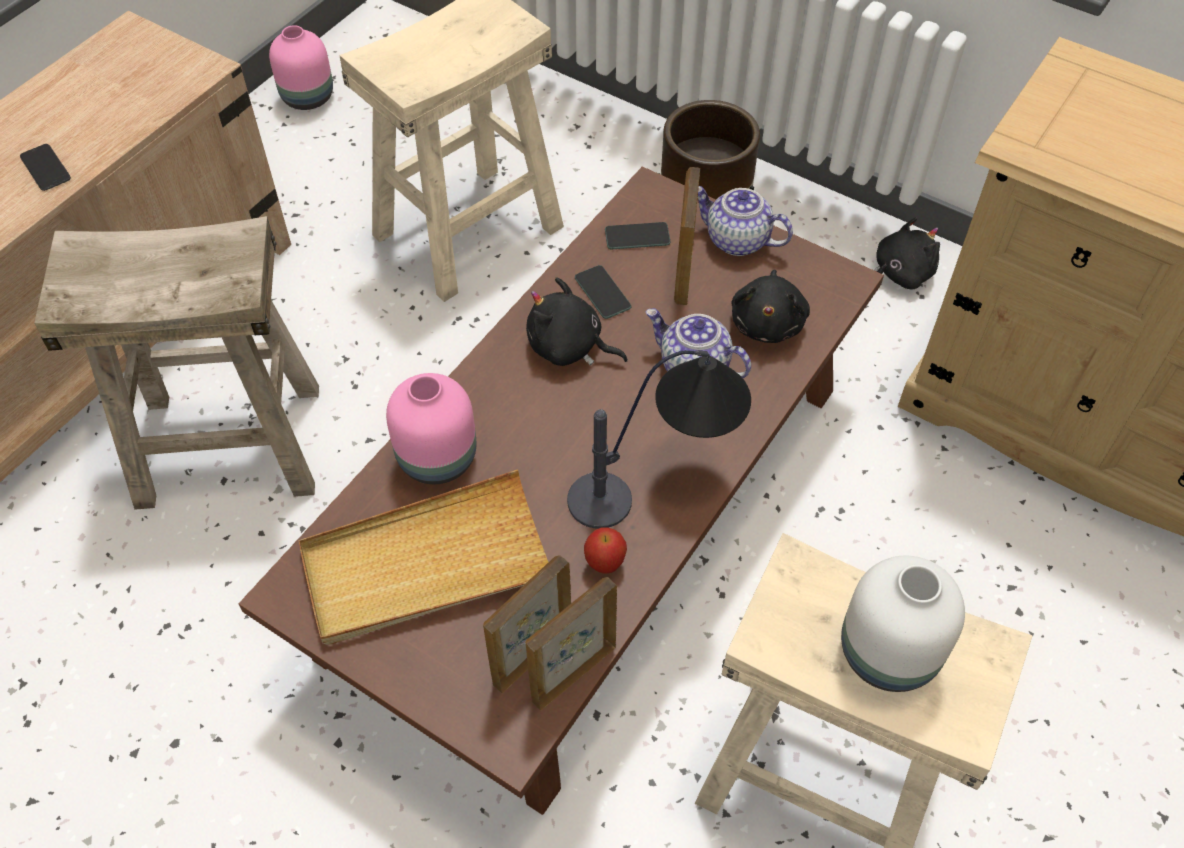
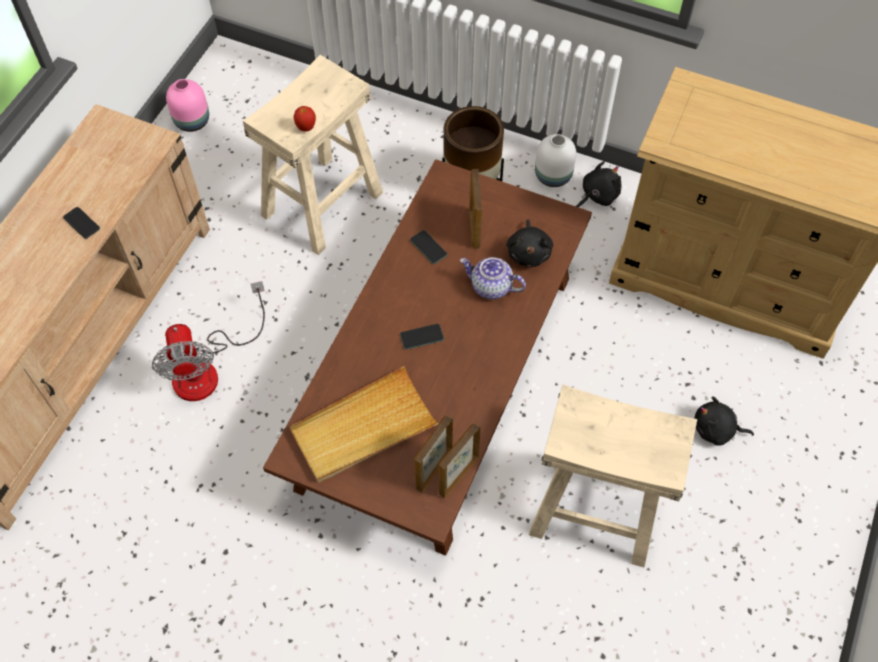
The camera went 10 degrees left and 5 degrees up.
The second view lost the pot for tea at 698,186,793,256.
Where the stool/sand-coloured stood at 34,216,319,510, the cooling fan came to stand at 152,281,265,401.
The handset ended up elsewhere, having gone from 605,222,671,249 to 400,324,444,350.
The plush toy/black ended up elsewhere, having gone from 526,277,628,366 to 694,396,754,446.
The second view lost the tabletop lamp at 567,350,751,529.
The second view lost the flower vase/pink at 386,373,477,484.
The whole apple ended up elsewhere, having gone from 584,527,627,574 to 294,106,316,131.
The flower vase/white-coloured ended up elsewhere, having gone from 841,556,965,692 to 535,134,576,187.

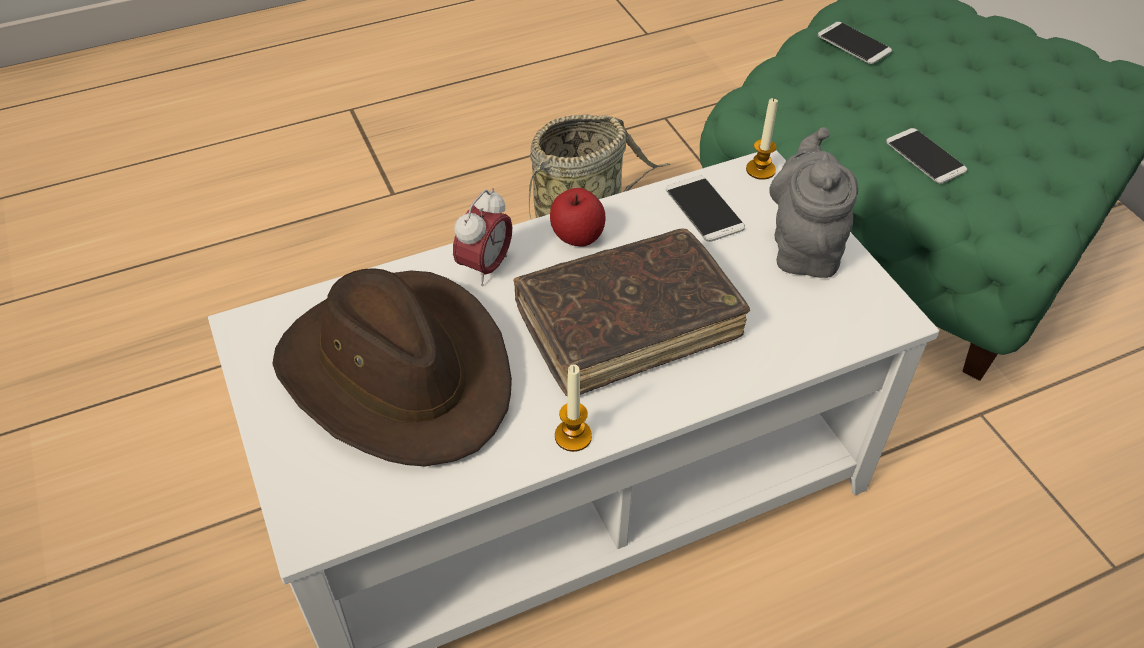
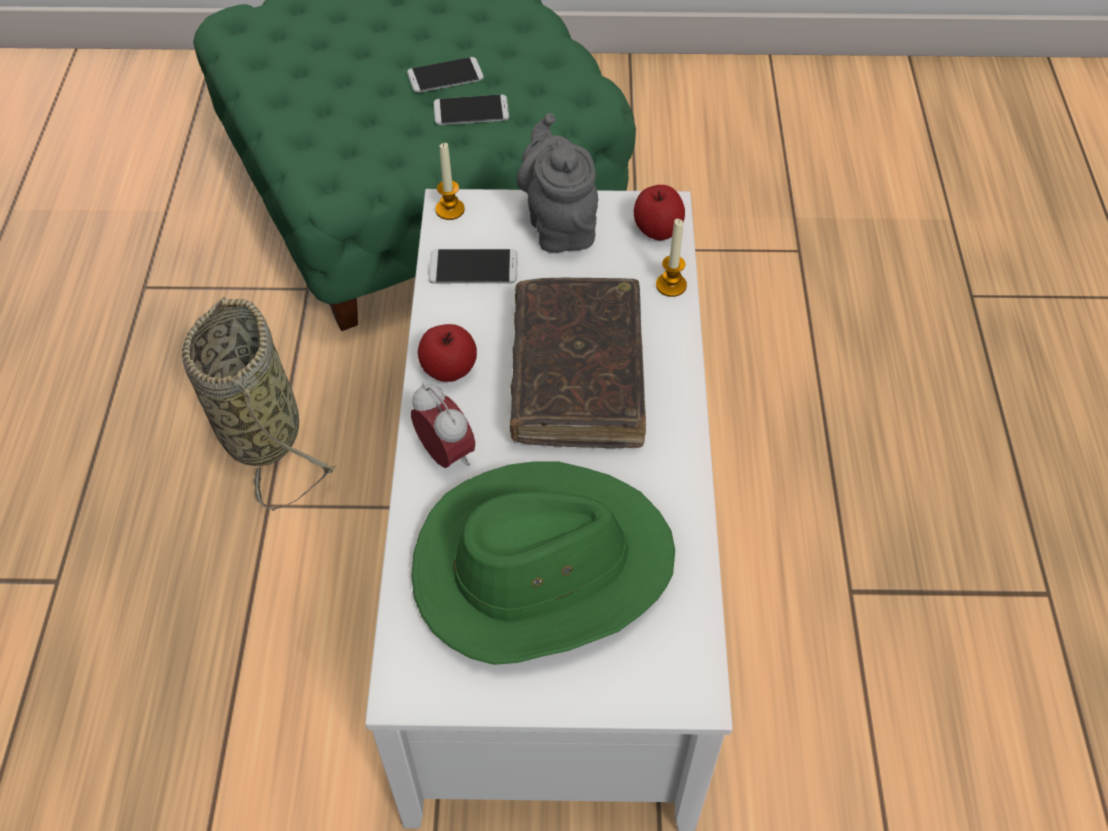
The camera went 65 degrees left and 5 degrees up.
The handset ended up elsewhere, having gone from 818,22,892,64 to 407,57,484,93.
The pot for tea/gray at 769,127,858,278 ended up facing another way, 45 degrees clockwise from before.
What was the clothing hat/brown-coloured at 272,268,512,466 turned into the clothing hat/greenish at 412,461,675,665.
The candle ended up elsewhere, having gone from 555,364,592,452 to 656,219,687,297.
The second view gained the whole apple at 634,185,685,241.

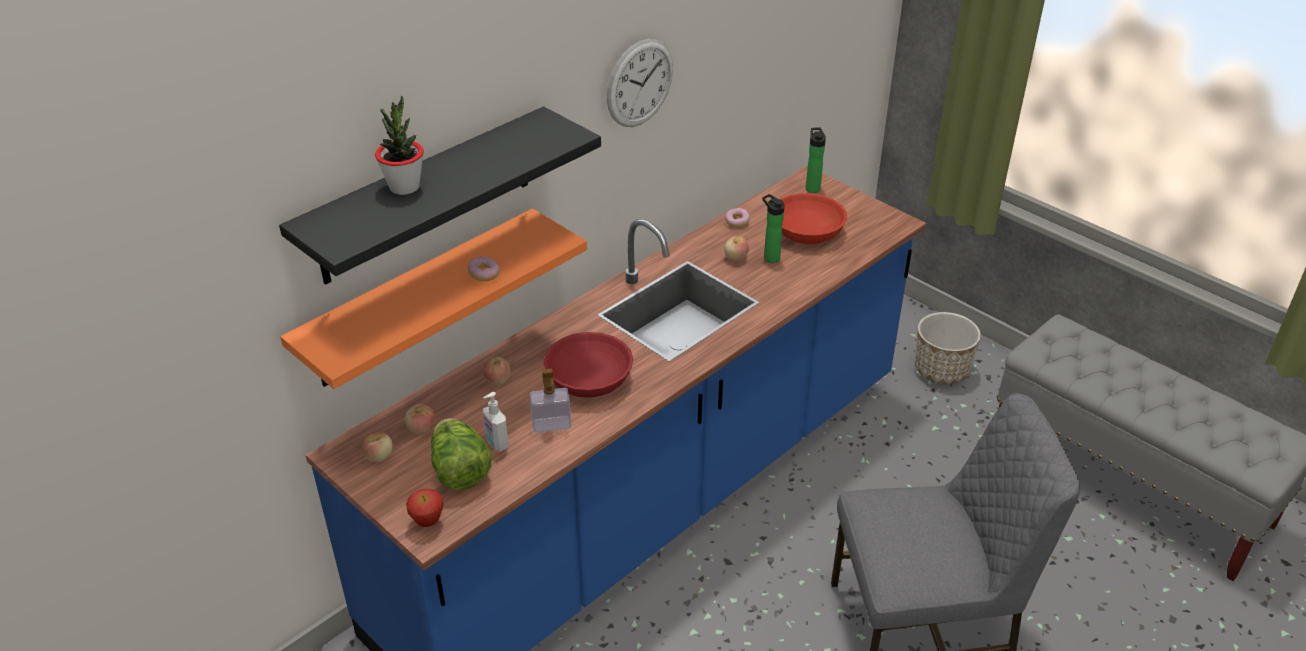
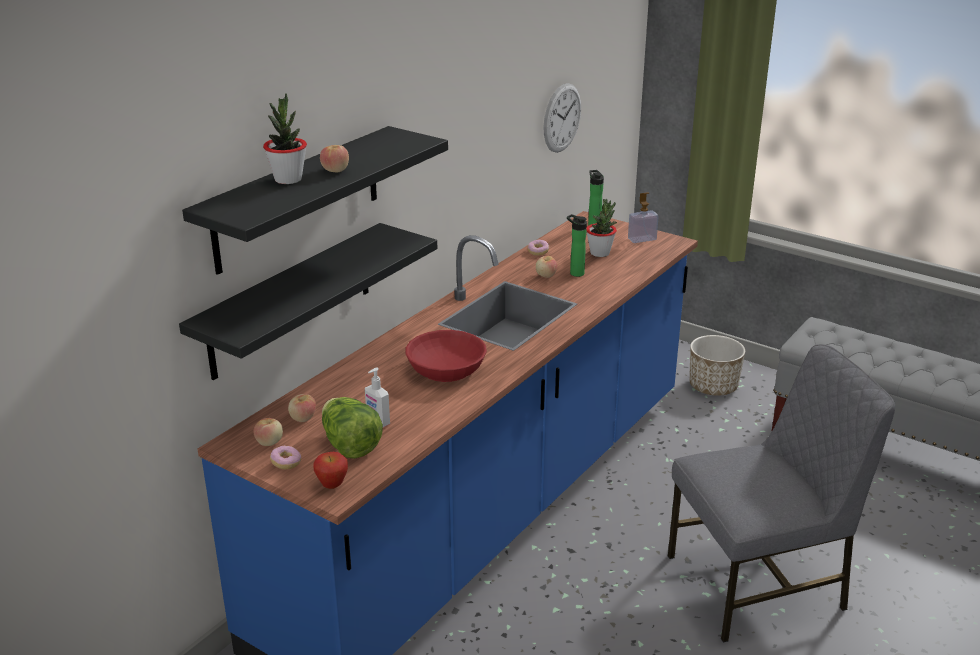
The camera went 10 degrees left and 10 degrees down.
The clock on the wall ended up elsewhere, having gone from 607,39,673,127 to 543,83,581,153.
Where the bowl/red-coloured stood at 781,193,847,245, the houseplant came to stand at 586,199,617,257.
What was the bracket shelf/orange-coloured at 280,208,587,389 turned into the bracket shelf/black at 179,223,437,380.
The doughnut ended up elsewhere, having gone from 468,256,500,281 to 270,446,301,470.
The whole apple ended up elsewhere, having gone from 482,357,510,385 to 320,145,349,172.
The soap bottle ended up elsewhere, having gone from 530,368,571,433 to 628,192,659,243.

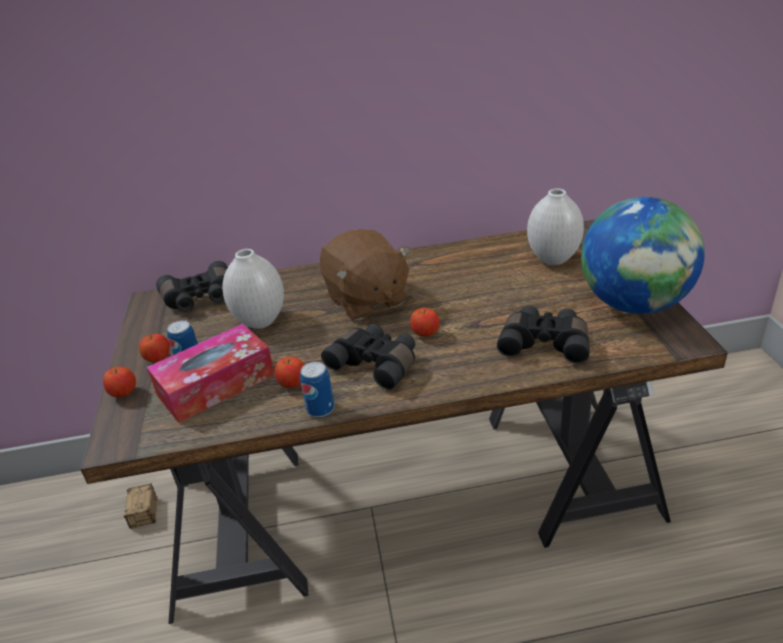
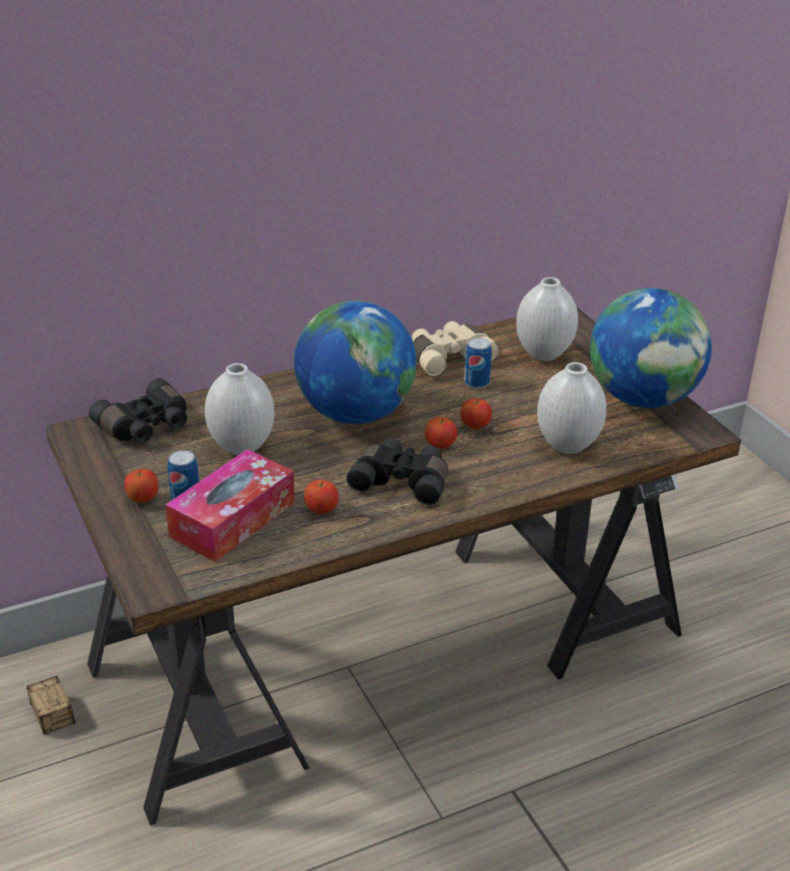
The camera went 20 degrees left and 0 degrees up.
Where the plush toy/brown-coloured stood at 320,229,411,321, the world globe came to stand at 294,301,416,424.
Where the pair of binoculars/black stood at 497,305,590,364, the flower vase/white-coloured came to stand at 537,362,607,454.
The can ended up elsewhere, having gone from 300,362,335,417 to 464,338,492,389.
The whole apple ended up elsewhere, having gone from 103,366,136,397 to 460,398,492,429.
The second view gained the pair of binoculars/sand-coloured at 412,321,499,376.

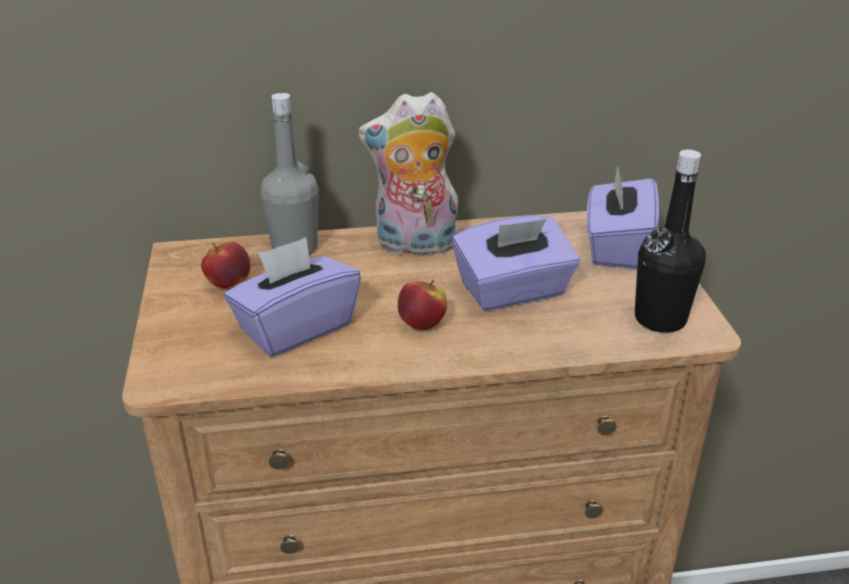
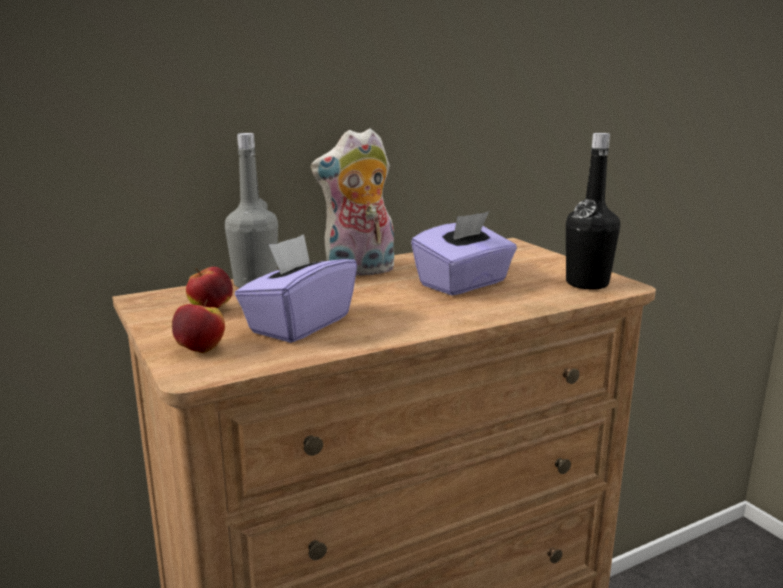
The camera went 20 degrees left and 15 degrees down.
The second view lost the tissue holder/purplish at 587,165,659,269.
The whole apple ended up elsewhere, having gone from 398,280,447,330 to 172,299,225,353.

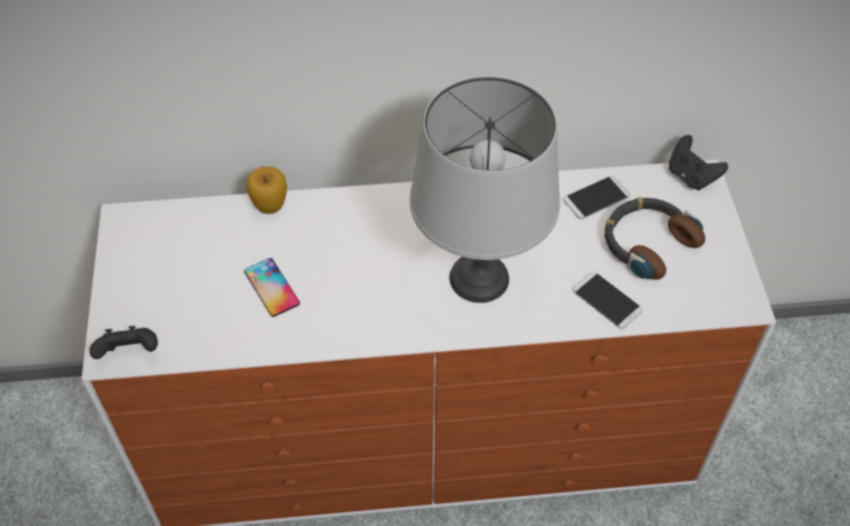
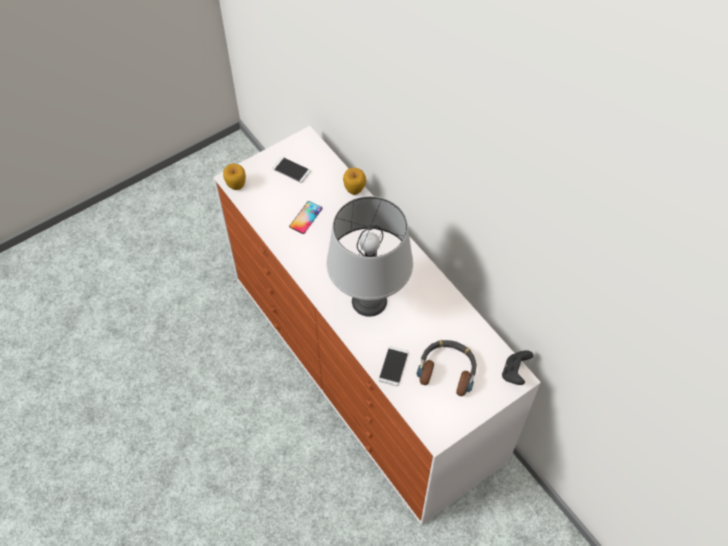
The camera went 60 degrees right and 5 degrees up.
The handset ended up elsewhere, having gone from 563,176,630,219 to 273,157,311,183.
Where the game controller/black stood at 89,326,158,359, the whole apple came to stand at 223,163,246,190.

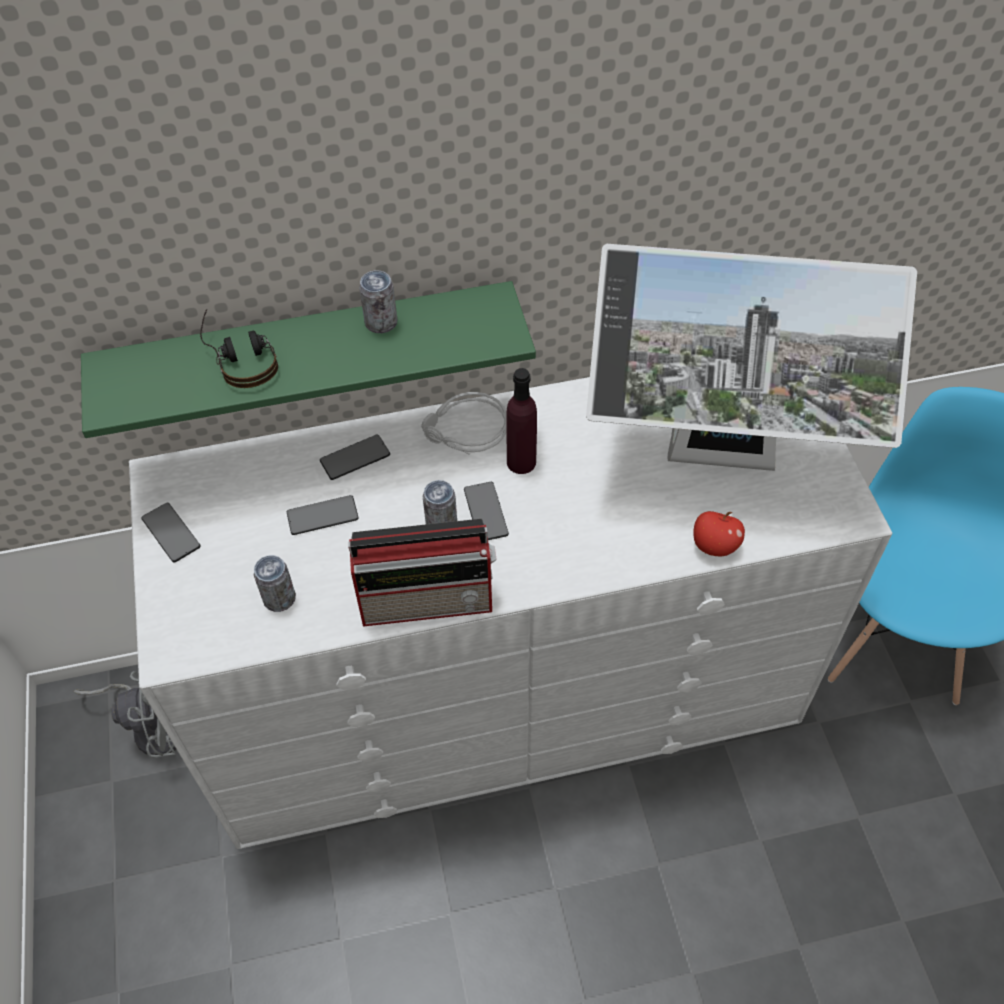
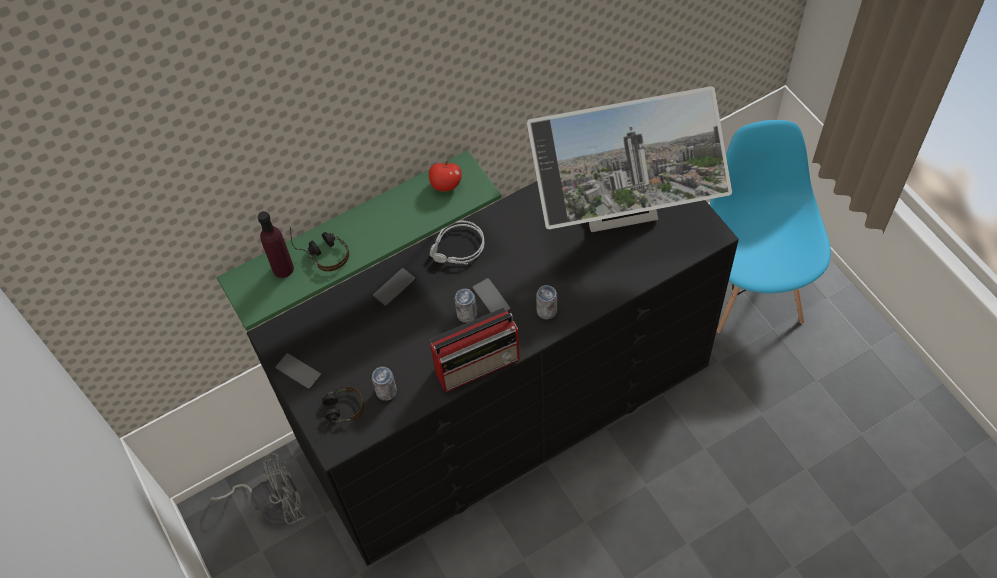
The camera went 15 degrees left and 5 degrees up.
The can ended up elsewhere, having gone from 359,270,397,333 to 536,285,557,320.
The drink bottle/purplish ended up elsewhere, having gone from 506,368,537,474 to 258,211,294,278.
What was the chest of drawers/white-coloured at 129,377,893,849 turned into the chest of drawers/black at 247,181,739,566.
The second view lost the handset at 287,495,359,535.
The whole apple ended up elsewhere, having gone from 694,511,745,556 to 429,160,462,191.
The second view gained the headphones at 301,386,364,430.

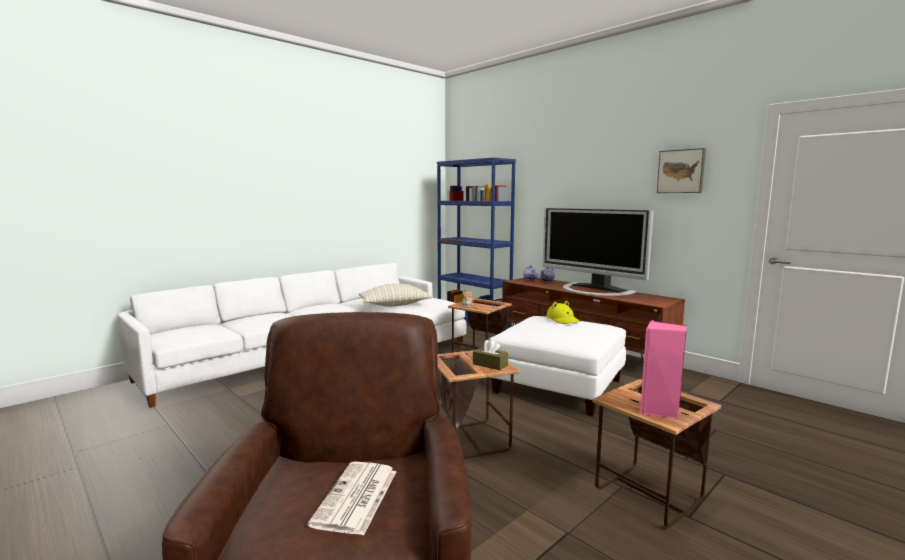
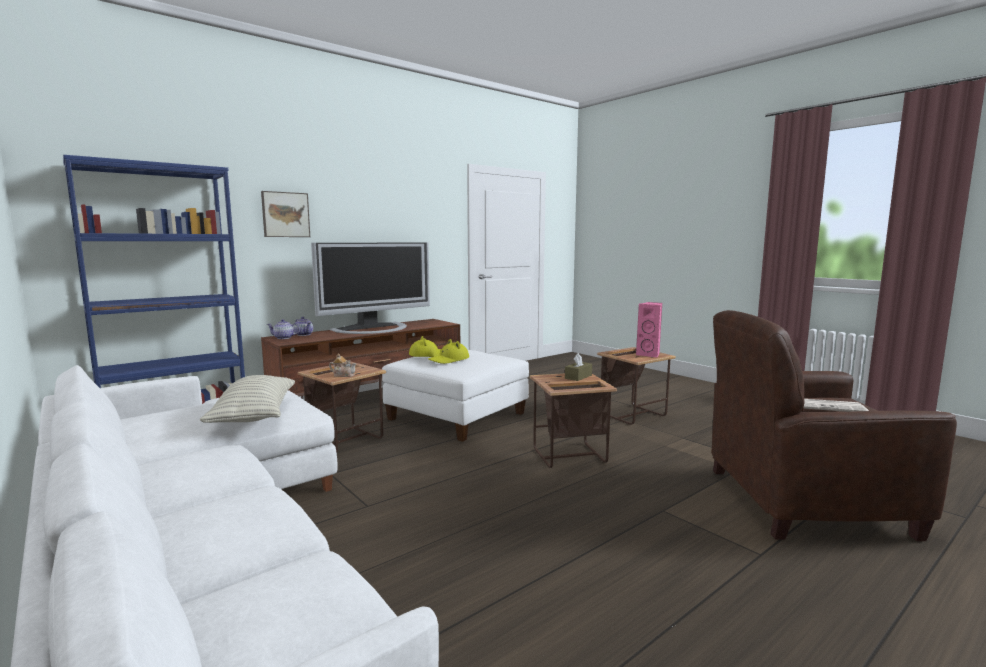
The camera went 85 degrees left and 0 degrees up.
The wall art ended up elsewhere, having gone from 657,148,706,193 to 261,191,310,237.
The second view gained the clothing hat/yellow-coloured at 428,339,469,364.

